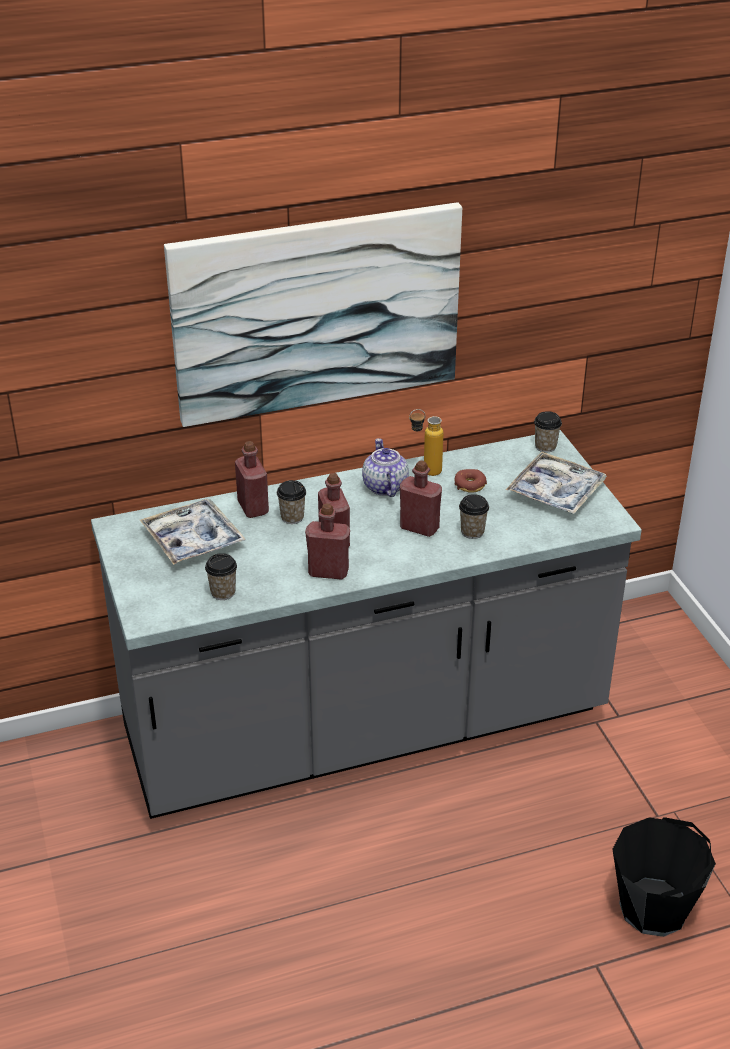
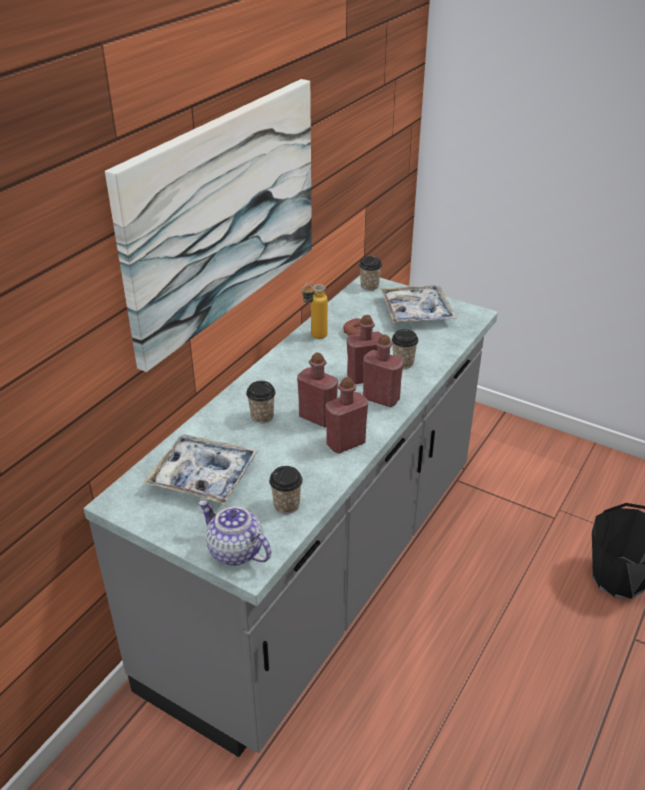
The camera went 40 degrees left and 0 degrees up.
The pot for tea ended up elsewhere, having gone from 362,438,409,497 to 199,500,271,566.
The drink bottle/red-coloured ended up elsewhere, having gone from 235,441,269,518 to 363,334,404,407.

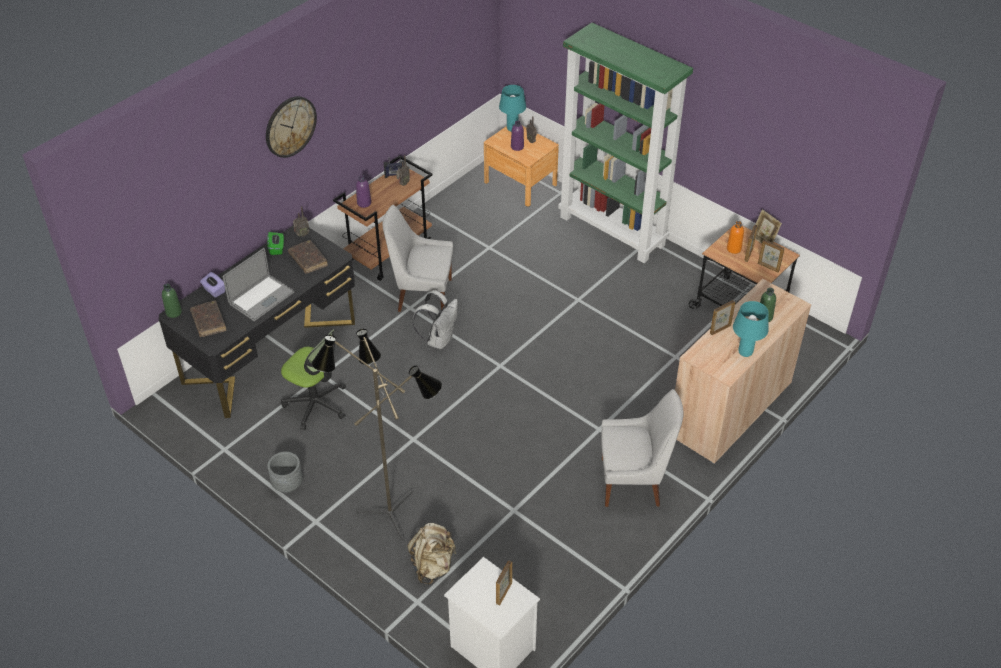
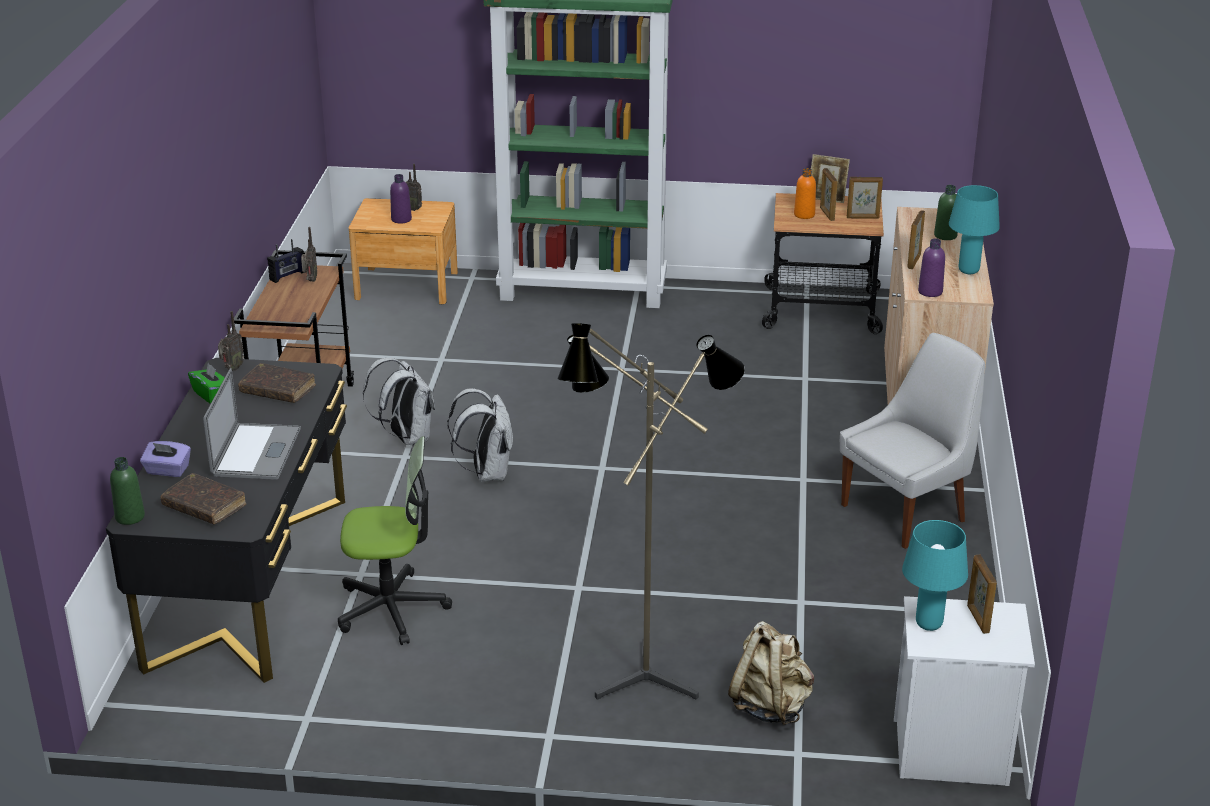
The camera went 35 degrees left and 15 degrees down.
The tabletop lamp/blue-green ended up elsewhere, having gone from 499,85,526,132 to 902,520,968,631.
The second view lost the clock on the wall at 266,96,317,158.
The drink bottle/purplish ended up elsewhere, having gone from 356,175,371,208 to 918,238,945,297.
Where the plain chair/white-coloured stood at 383,205,453,312, the rucksack/white-coloured came to stand at 363,358,435,445.
The second view lost the planter/gray at 267,452,303,493.

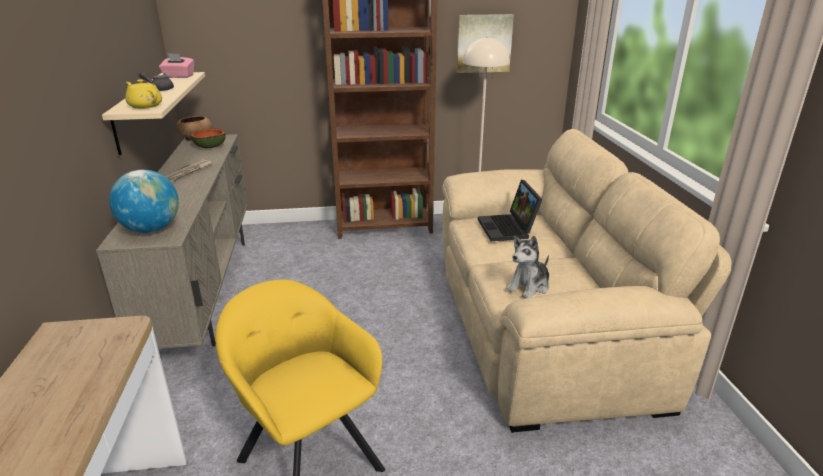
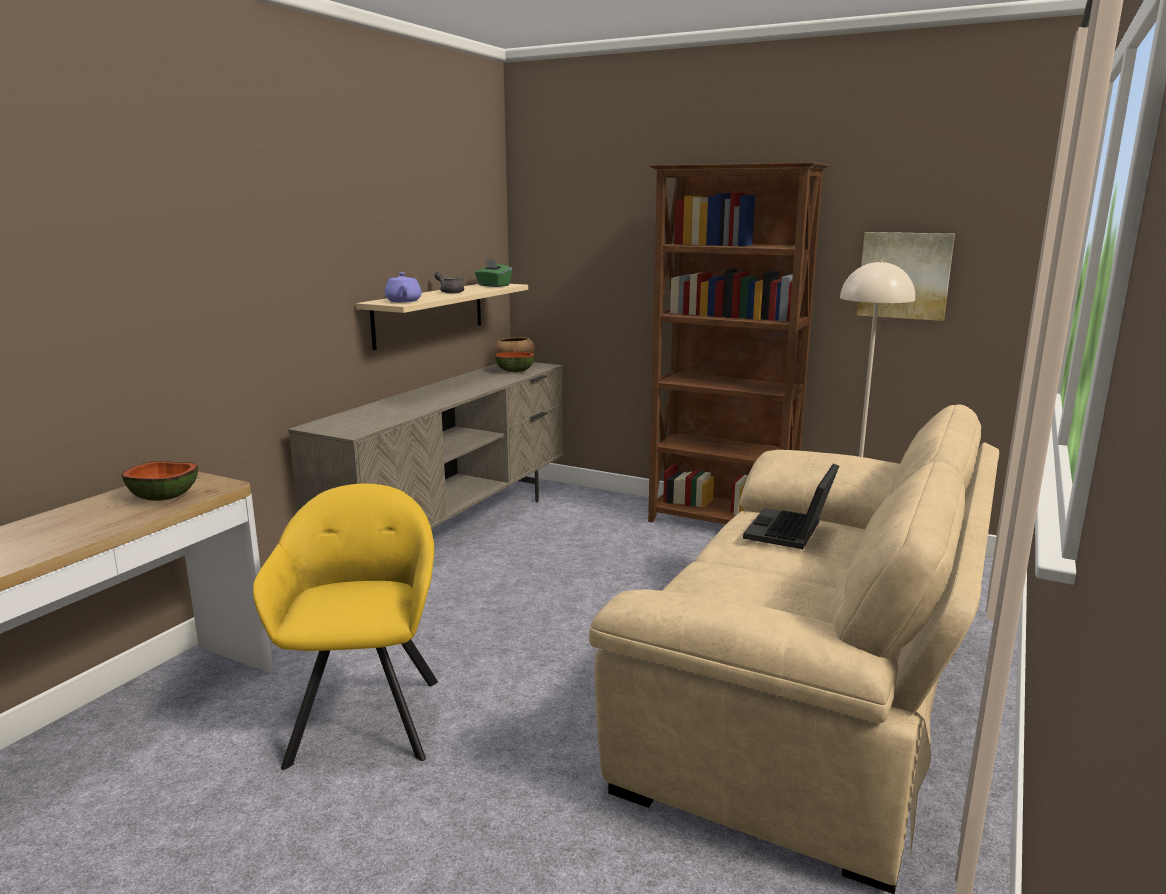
The camera went 35 degrees right and 10 degrees down.
What was the tissue holder/pink at 159,53,194,78 turned into the tissue holder/greenish at 475,259,512,287.
What was the pot for tea/yellow-coloured at 125,79,162,109 turned into the pot for tea/purplish at 385,272,422,302.
The second view lost the printed paper at 165,159,212,182.
The second view lost the world globe at 109,170,179,233.
The second view lost the plush toy at 506,236,549,298.
The second view gained the bowl at 121,461,198,501.

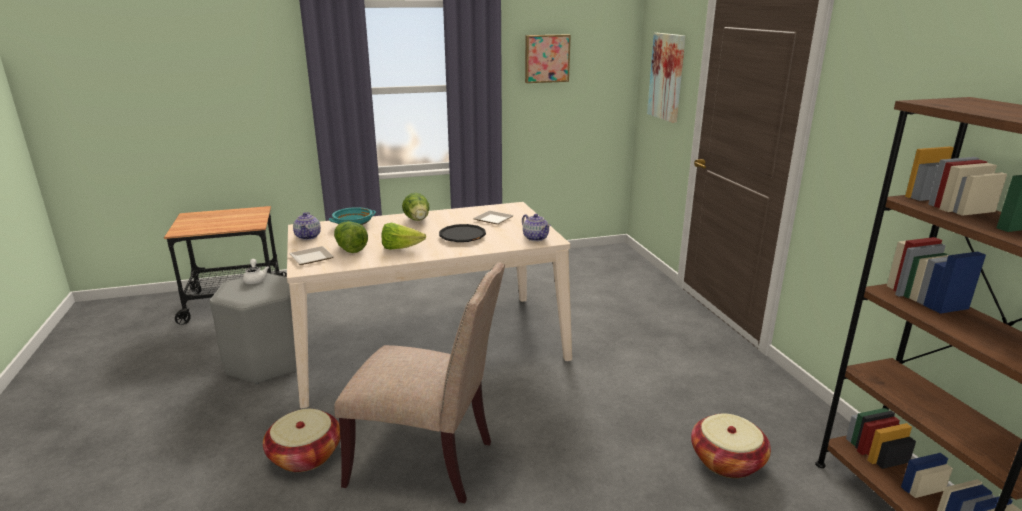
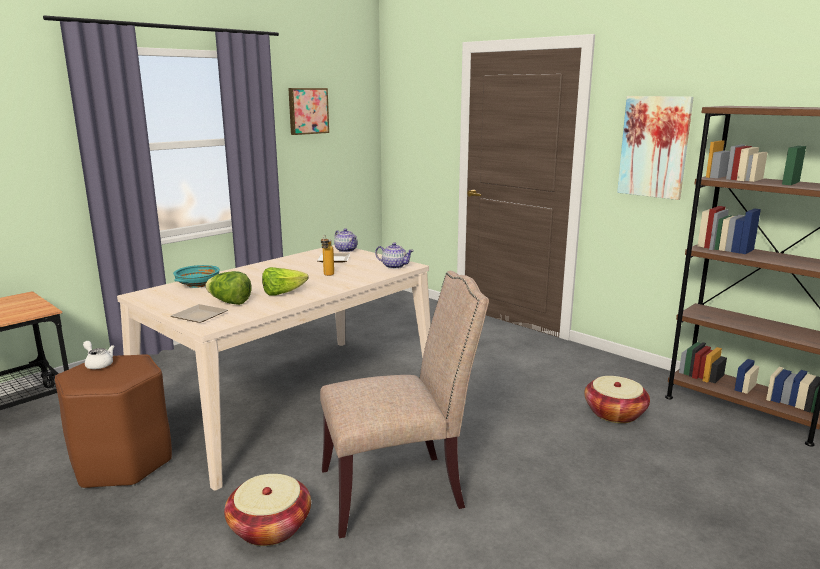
The camera went 30 degrees left and 5 degrees down.
The wall art ended up elsewhere, having gone from 647,33,685,123 to 617,96,694,200.
The second view lost the lettuce at 402,193,430,221.
The pot for tea ended up elsewhere, having gone from 293,212,321,240 to 334,228,357,252.
Where the flat dish/black stood at 439,224,486,242, the drink bottle came to stand at 321,235,334,276.
What was the stool/gray at 210,273,297,384 turned into the stool/brown-coloured at 55,354,172,489.

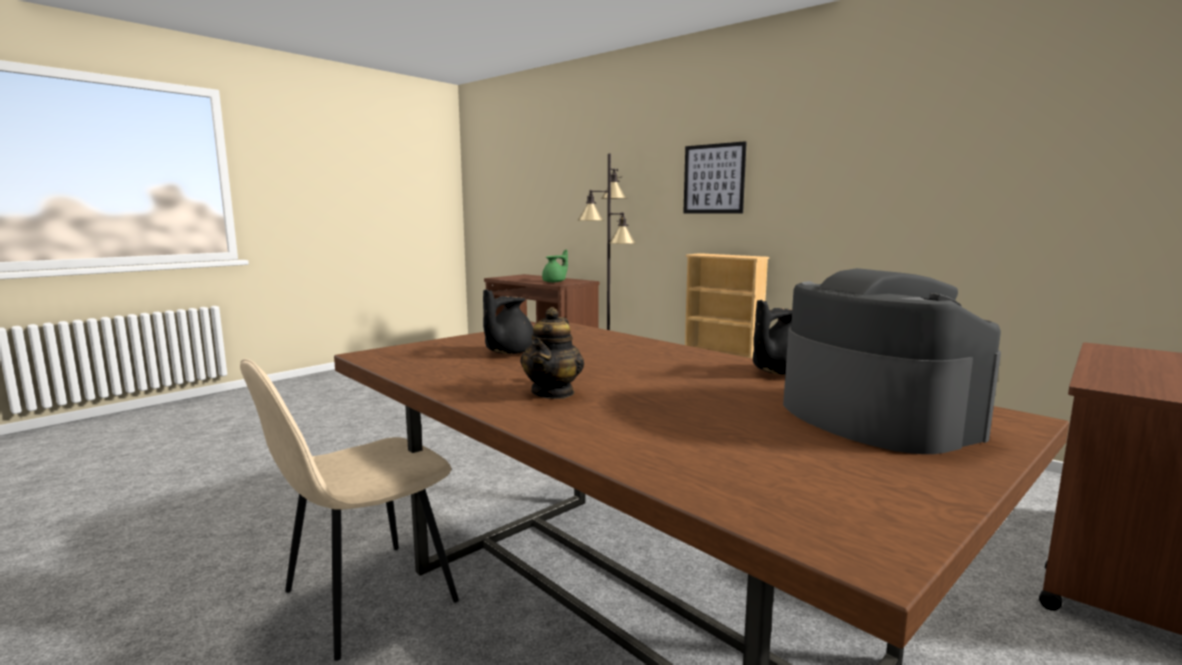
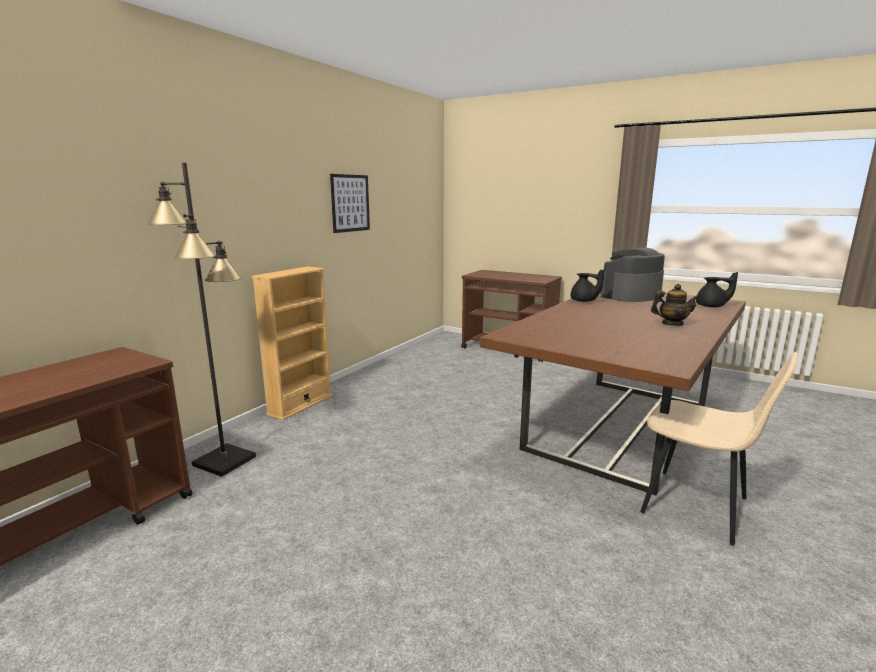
The camera went 100 degrees left and 5 degrees up.
The wall art ended up elsewhere, having gone from 683,141,747,213 to 330,174,370,233.
The second view lost the pot for tea/greenish at 542,250,568,282.
The pot for tea/black ended up elsewhere, having gone from 483,289,533,354 to 696,272,738,307.

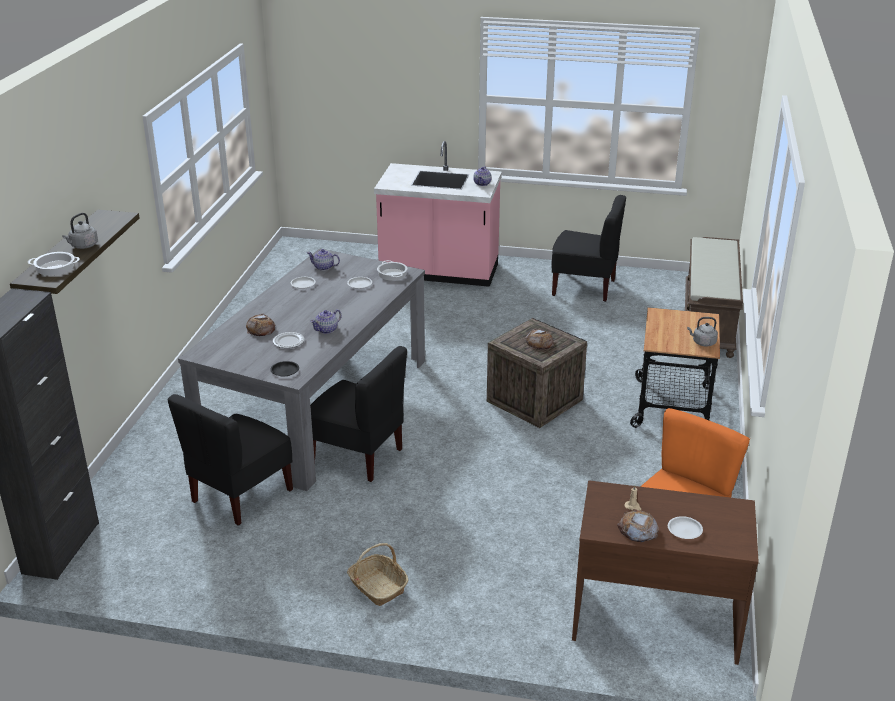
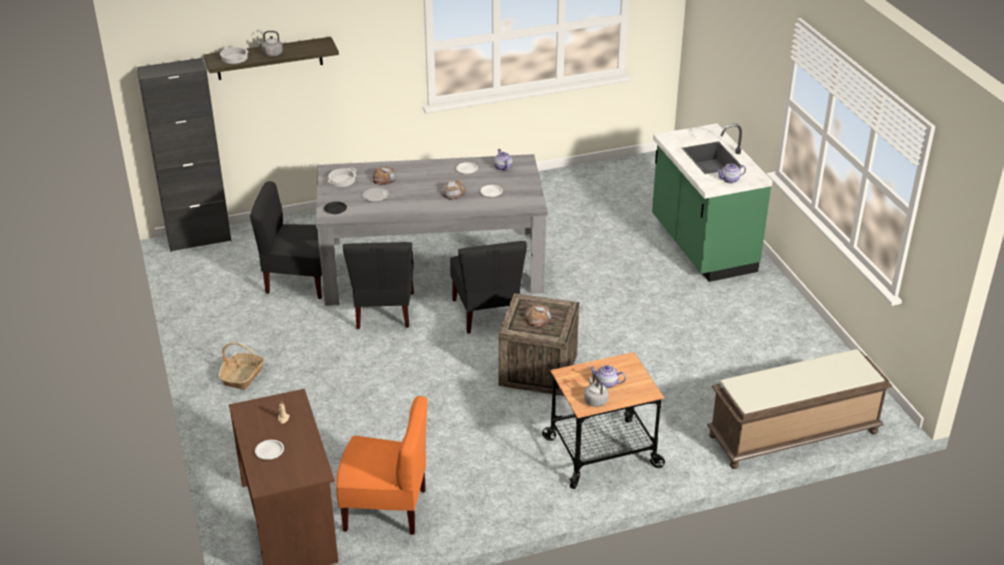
The camera went 60 degrees right and 5 degrees up.
What was the kitchen base unit/pink at 374,141,502,287 turned into the kitchen base unit/greenish at 652,124,773,282.
The plain chair/black ended up elsewhere, having gone from 552,195,626,302 to 450,241,527,334.
The stockpot ended up elsewhere, having gone from 377,260,407,280 to 328,168,356,187.
The pot for tea ended up elsewhere, having gone from 310,309,341,334 to 589,365,626,388.
The baked bread ended up elsewhere, having gone from 617,509,659,542 to 441,180,466,200.

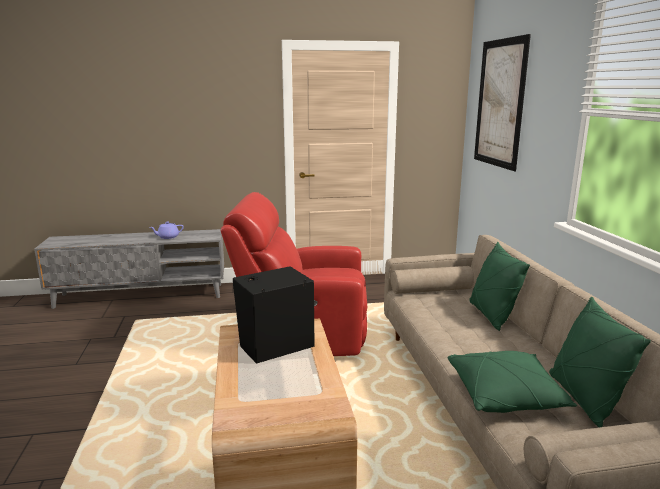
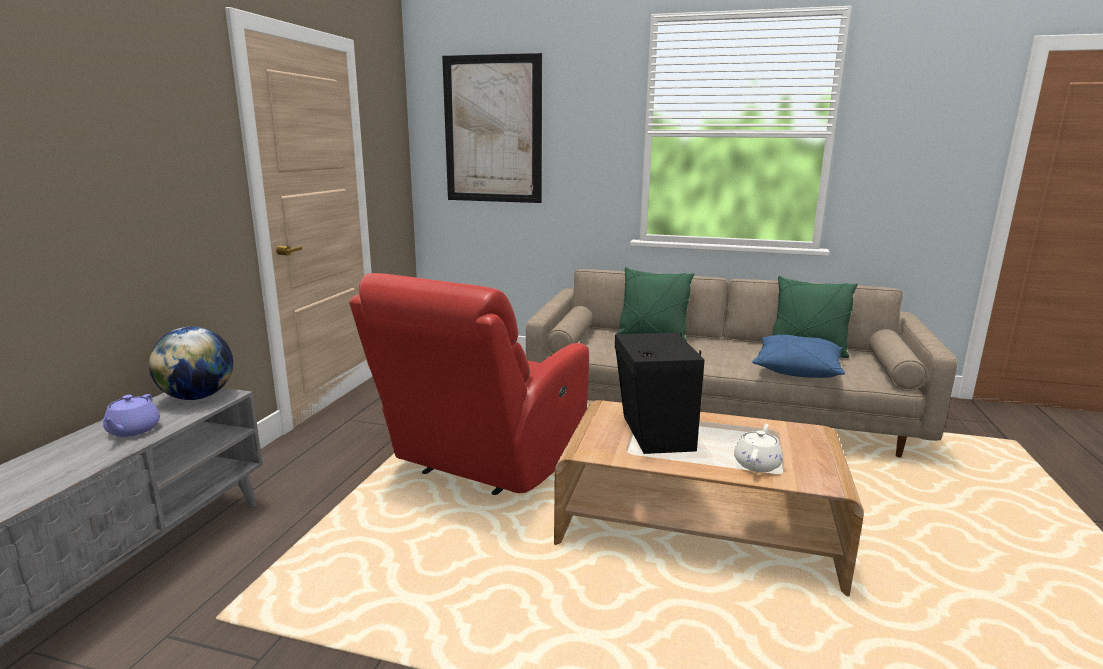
The camera went 65 degrees left and 0 degrees up.
What was the pillow/greenish at 448,351,577,413 turned into the pillow/bluish at 752,334,845,378.
The second view gained the world globe at 149,327,233,400.
The second view gained the pot for tea/white-coloured at 734,424,783,472.

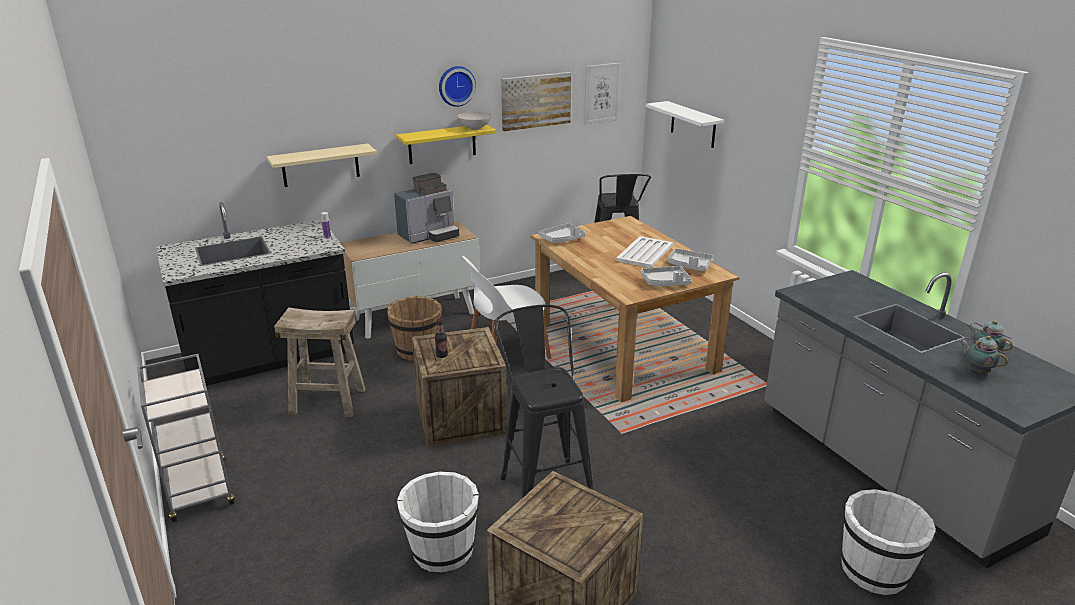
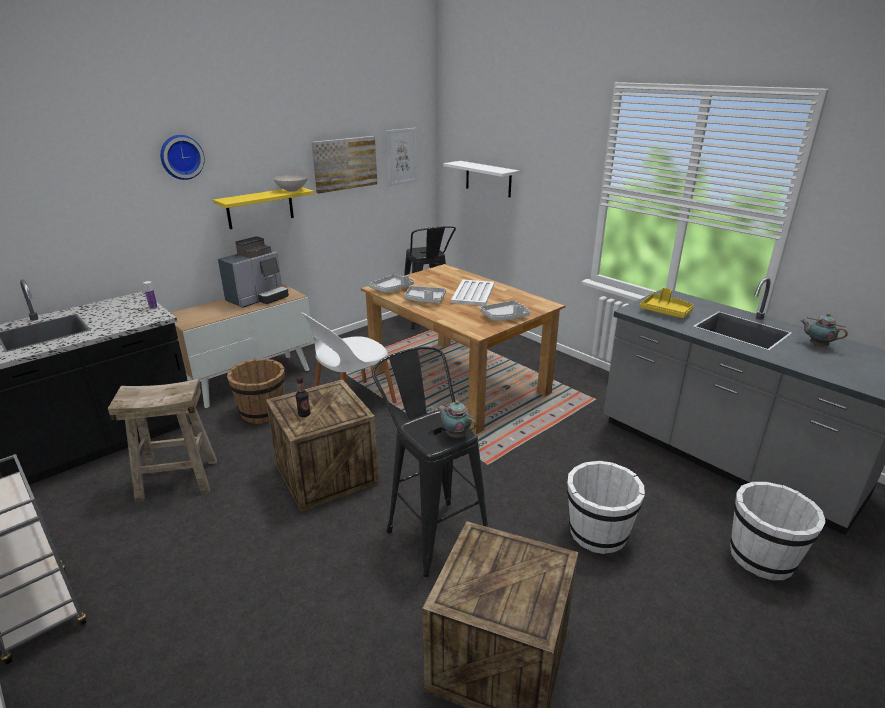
The camera went 15 degrees left and 0 degrees up.
The clock on the wall ended up elsewhere, having gone from 439,66,476,107 to 160,135,205,180.
The second view lost the bracket shelf/sand-coloured at 267,144,377,187.
The carrying tray/gray ended up elsewhere, having gone from 667,248,714,272 to 404,286,446,303.
The pot for tea ended up elsewhere, having gone from 959,336,1008,373 to 436,401,476,438.
The water bucket/white-coloured ended up elsewhere, having gone from 397,472,479,572 to 567,461,645,554.
The second view gained the carrying tray/yellow-coloured at 640,288,694,318.

